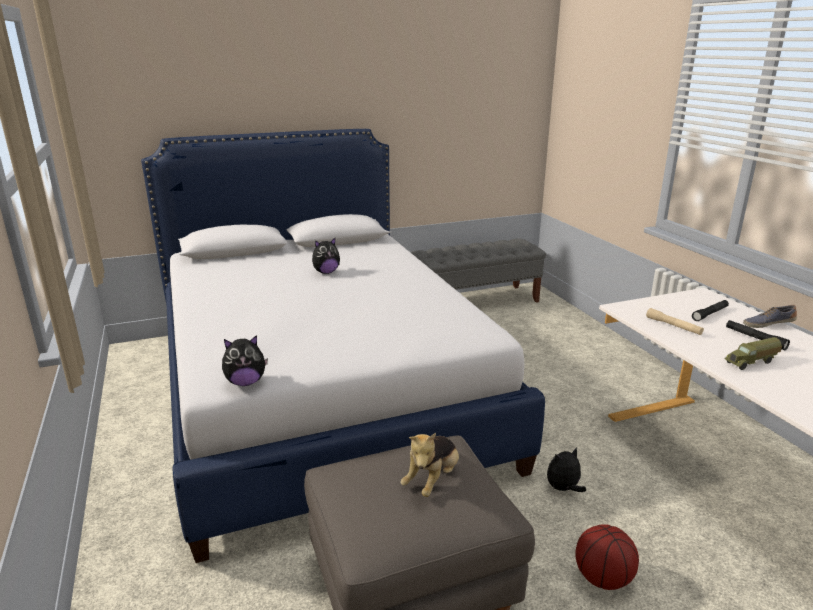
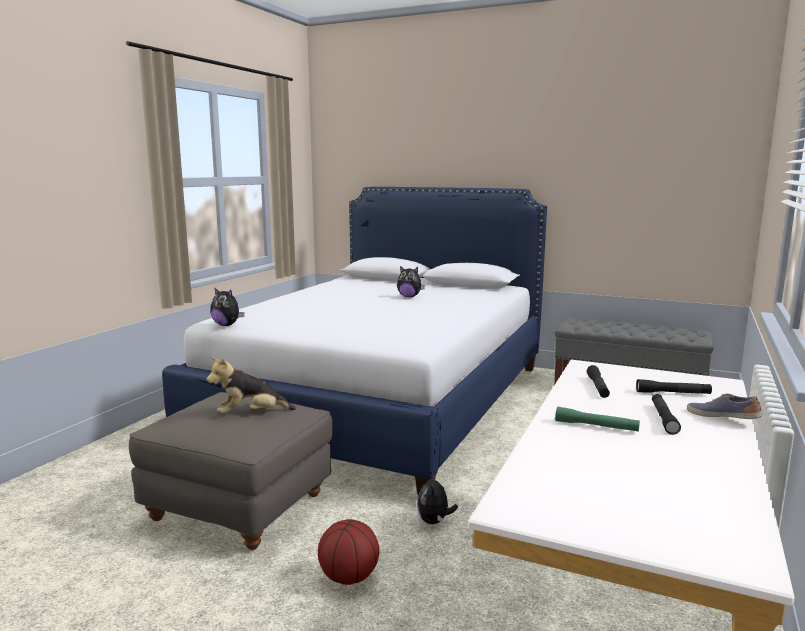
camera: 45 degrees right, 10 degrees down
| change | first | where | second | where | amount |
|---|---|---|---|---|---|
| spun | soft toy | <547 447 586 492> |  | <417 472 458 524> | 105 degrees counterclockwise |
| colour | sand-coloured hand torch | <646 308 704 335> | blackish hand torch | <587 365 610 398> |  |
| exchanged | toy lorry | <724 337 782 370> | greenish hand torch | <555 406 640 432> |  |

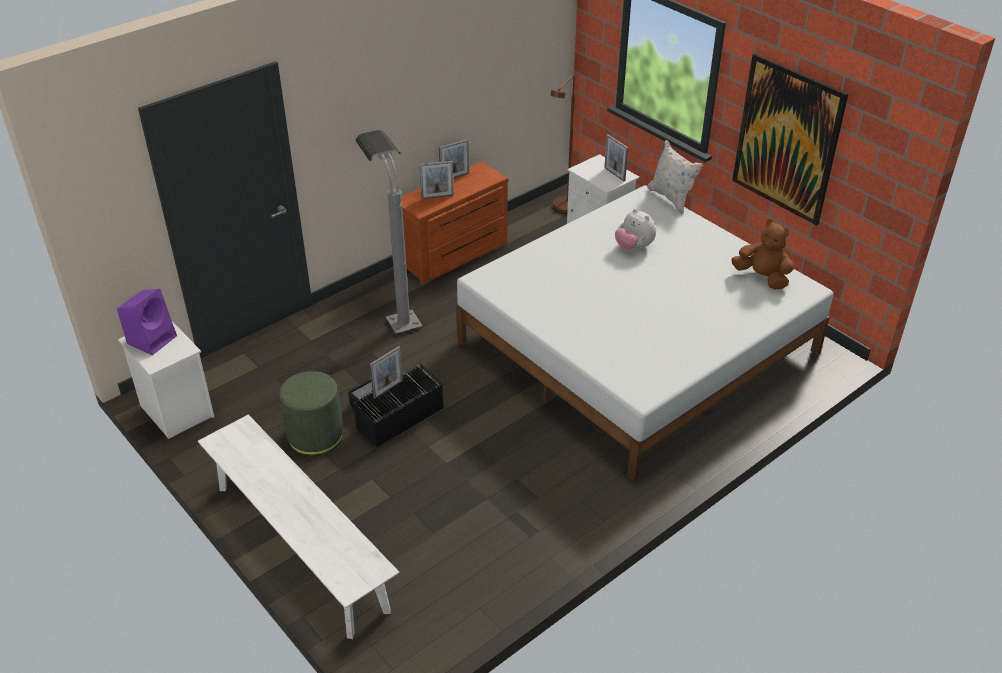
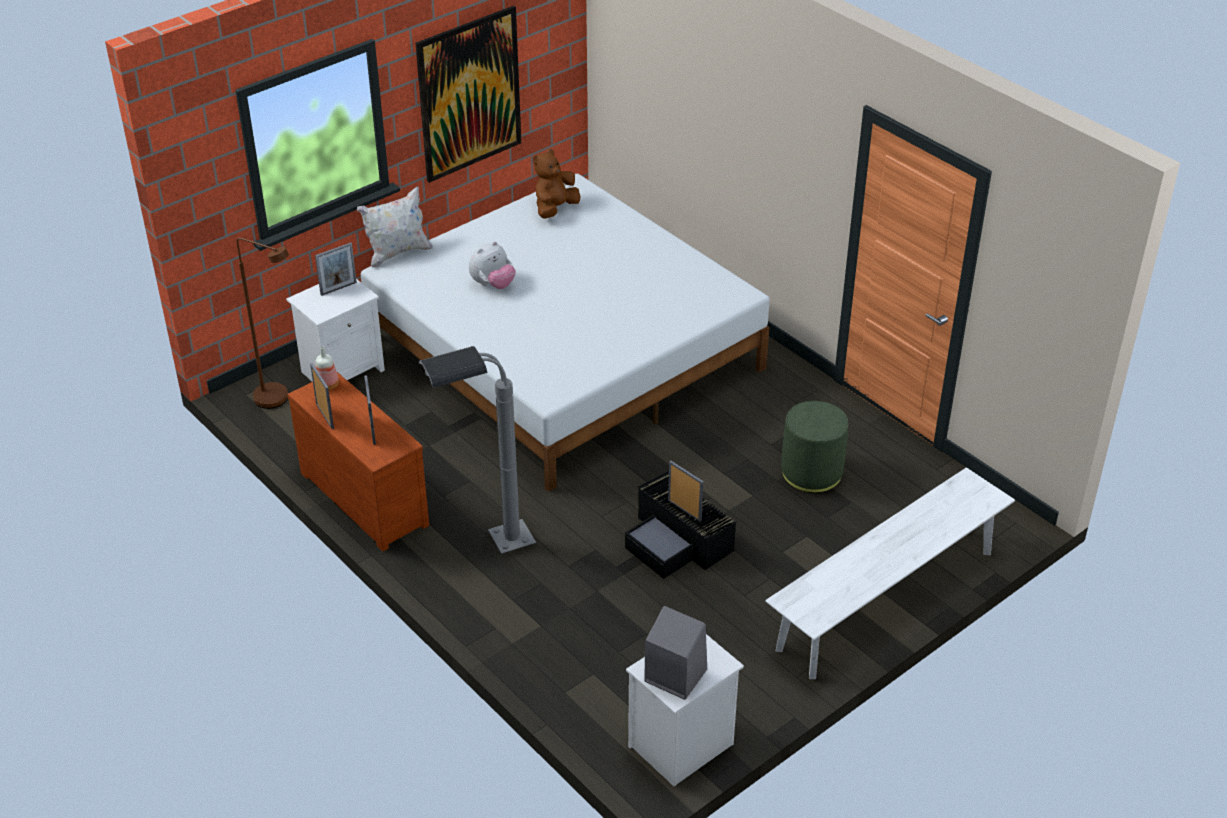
camera: 90 degrees left, 0 degrees up
| change | first | where | second | where | amount |
|---|---|---|---|---|---|
| colour | purple audio speaker | <117 289 177 355> | gray audio speaker | <644 606 707 700> |  |
| relocated | greenish footrest | <280 371 343 455> |  | <781 401 848 493> |  |
| appeared |  |  | bottle | <315 346 339 390> |  |

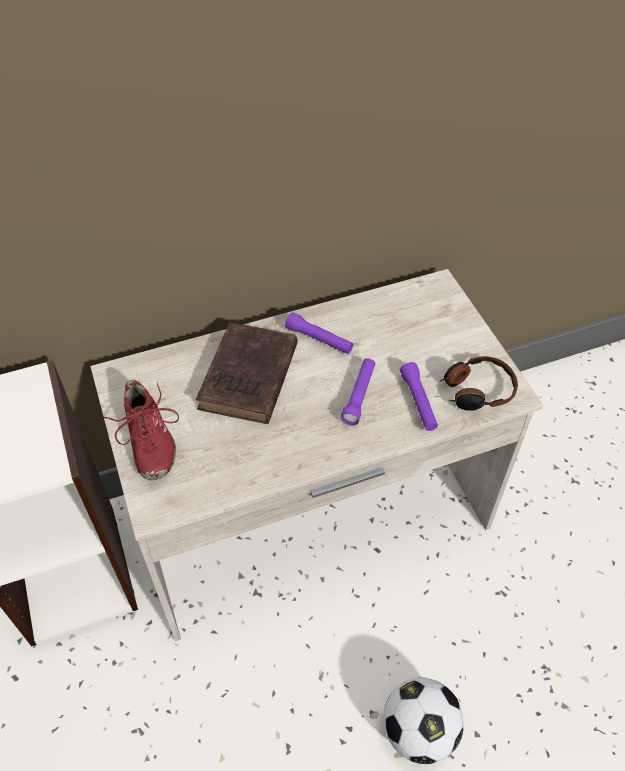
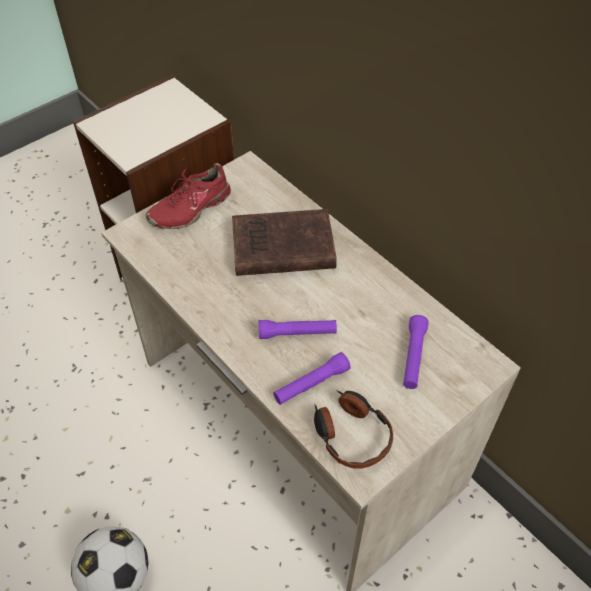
camera: 70 degrees right, 0 degrees up
| change | first | where | second | where | amount |
|---|---|---|---|---|---|
| relocated | purple hand torch | <285 312 353 354> |  | <403 315 428 389> |  |

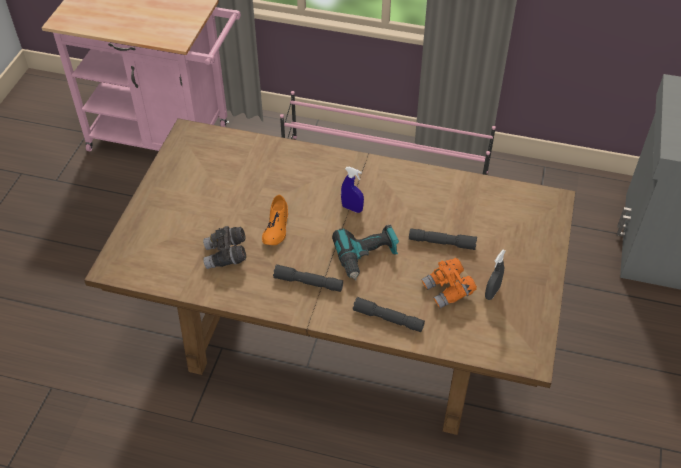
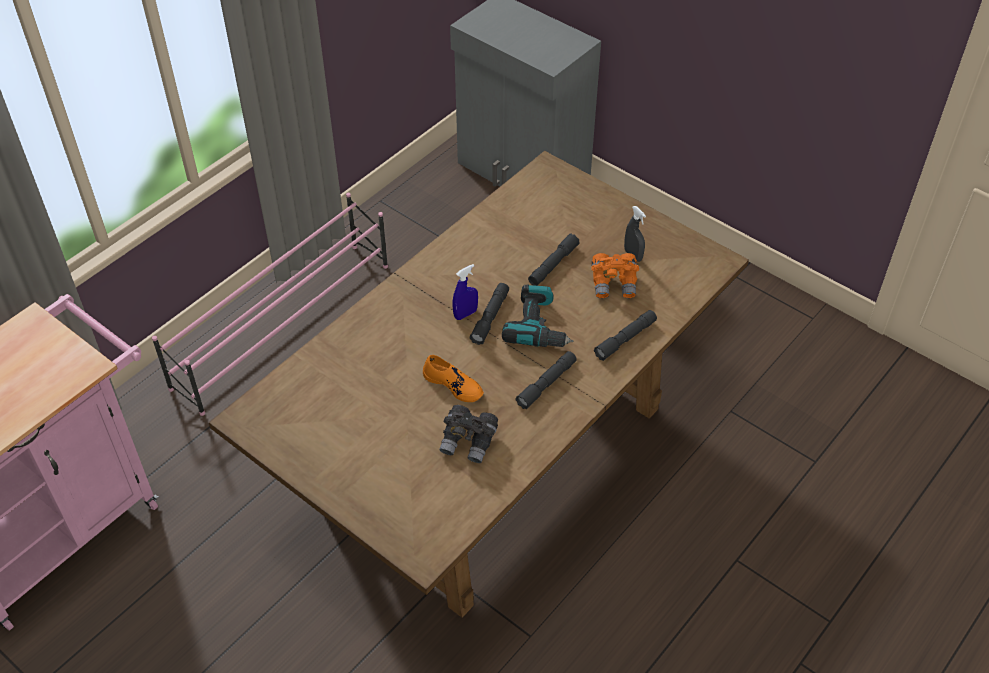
camera: 65 degrees left, 0 degrees up
| change | first | where | second | where | amount |
|---|---|---|---|---|---|
| appeared |  |  | gray hand torch | <469 283 509 345> |  |

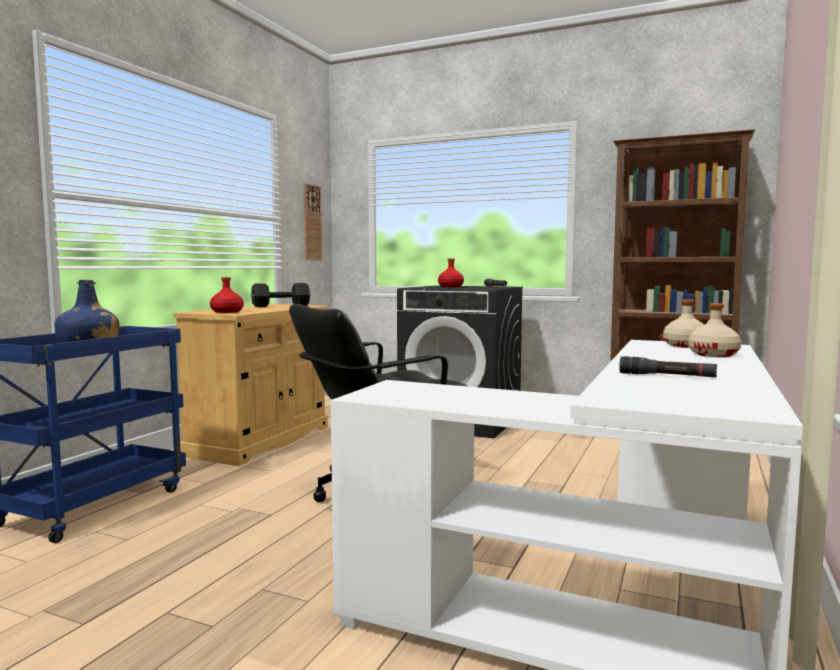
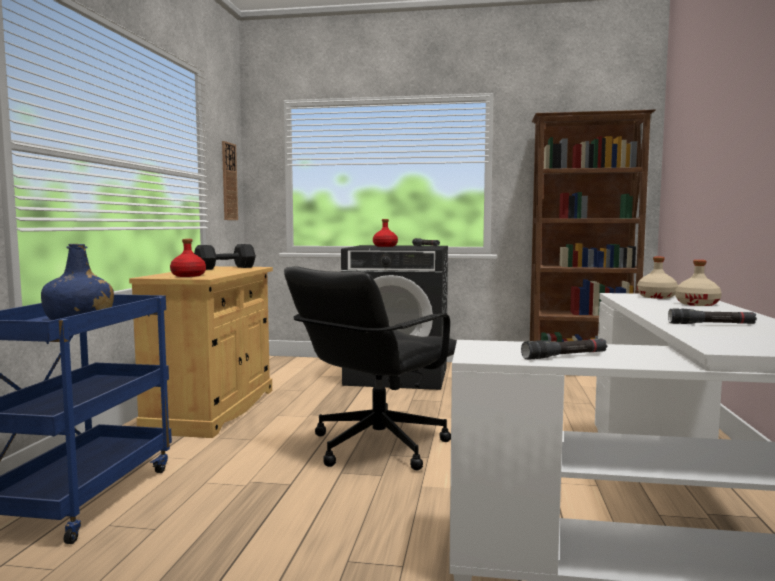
camera: 15 degrees left, 0 degrees up
| change | first | where | second | where | amount |
|---|---|---|---|---|---|
| appeared |  |  | blackish hand torch | <521 339 607 360> |  |

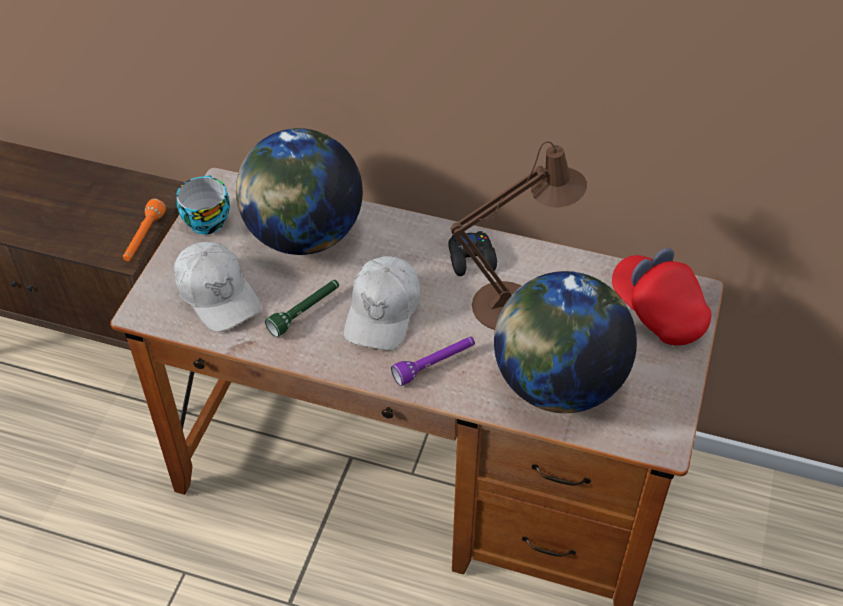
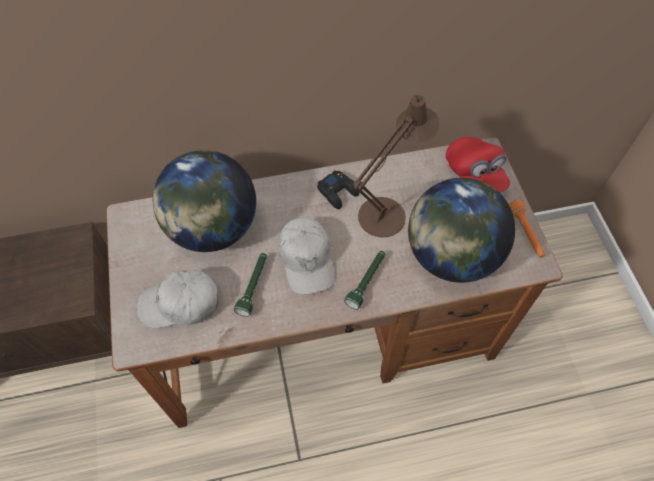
camera: 30 degrees left, 10 degrees up
| change | first | where | second | where | amount |
|---|---|---|---|---|---|
| relocated | orange-coloured hand torch | <123 199 166 261> |  | <509 199 545 258> |  |
| spun | white baseball cap | <174 242 261 332> |  | <137 270 218 328> | 150 degrees clockwise |
| missing | cup | <176 175 230 235> |  |  |  |
| colour | purple hand torch | <391 337 475 386> | greenish hand torch | <344 251 385 310> |  |
| spun | red baseball cap | <612 248 712 346> |  | <446 137 510 193> | 135 degrees counterclockwise |

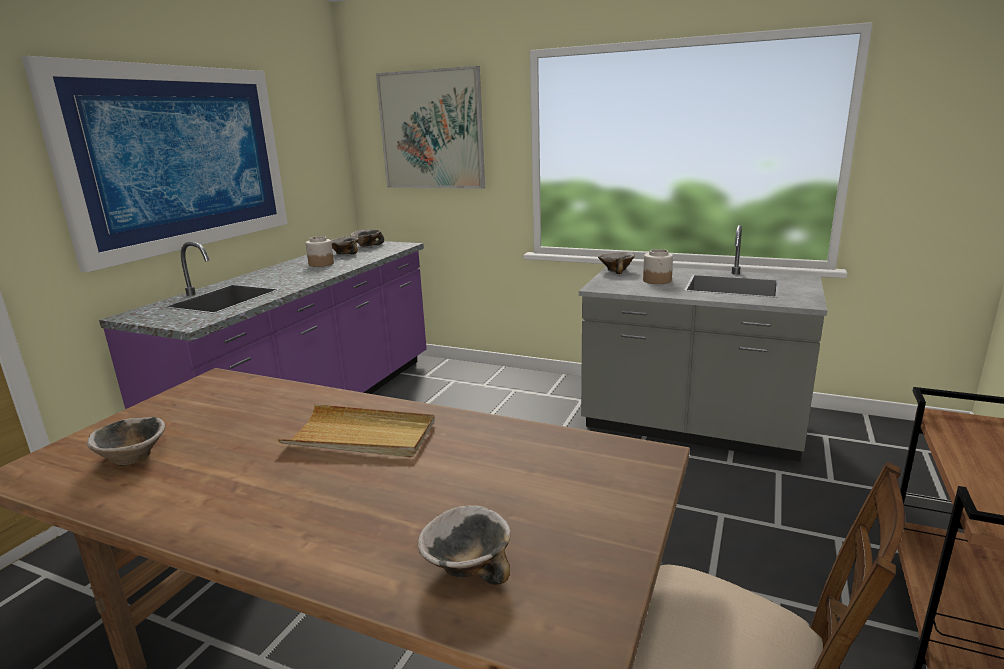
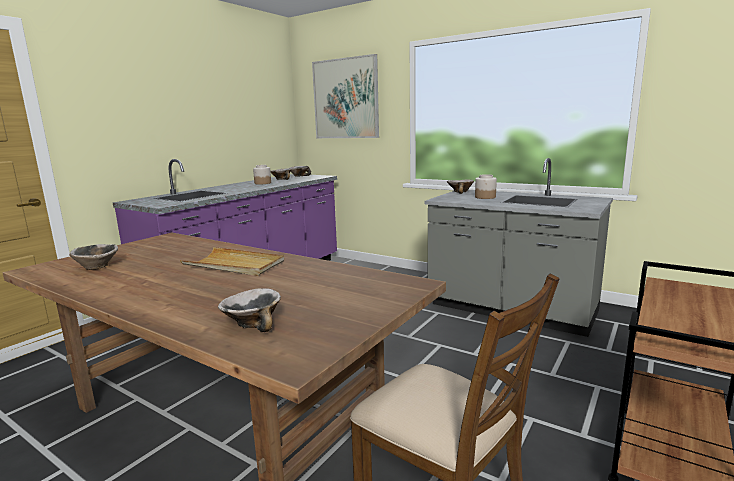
camera: 10 degrees right, 5 degrees down
| change | first | where | second | where | amount |
|---|---|---|---|---|---|
| missing | wall art | <21 56 288 272> |  |  |  |

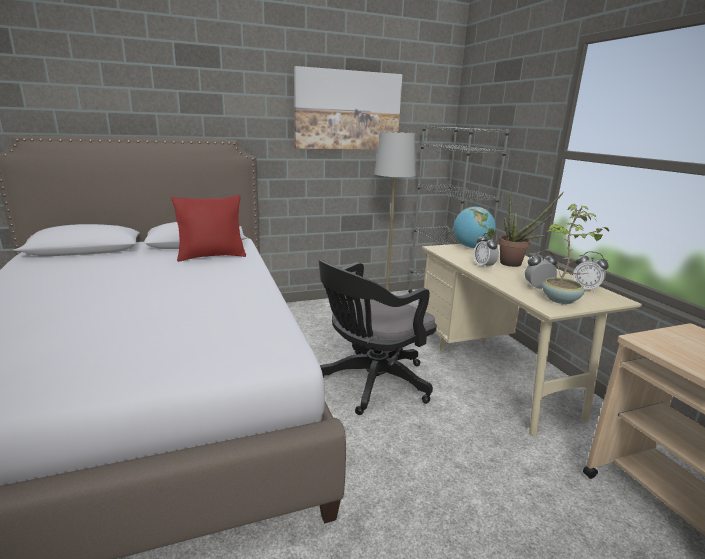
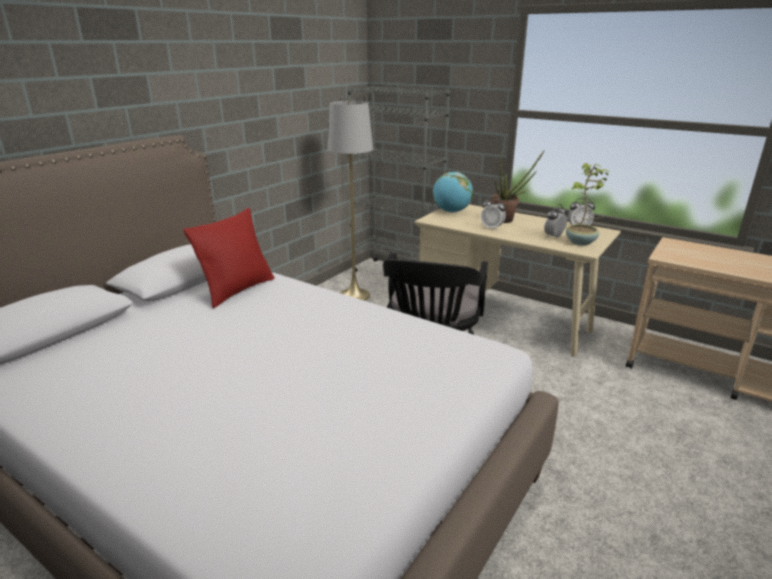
camera: 35 degrees left, 5 degrees up
| change | first | where | second | where | amount |
|---|---|---|---|---|---|
| missing | wall art | <294 66 402 150> |  |  |  |

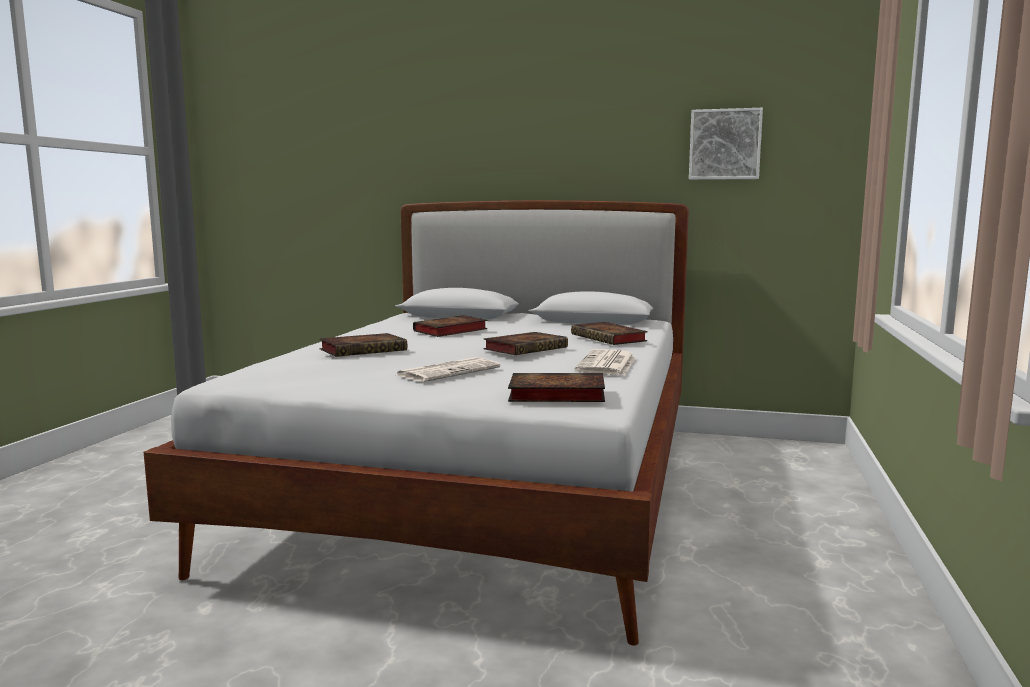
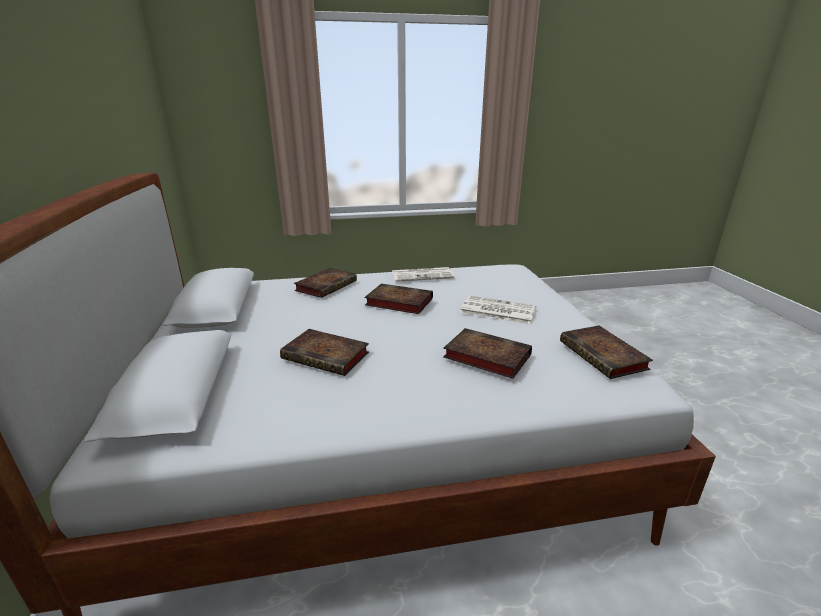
camera: 115 degrees left, 15 degrees up
| change | first | where | second | where | amount |
|---|---|---|---|---|---|
| relocated | book | <508 373 605 402> |  | <560 325 653 379> |  |
| missing | wall art | <689 108 763 180> |  |  |  |

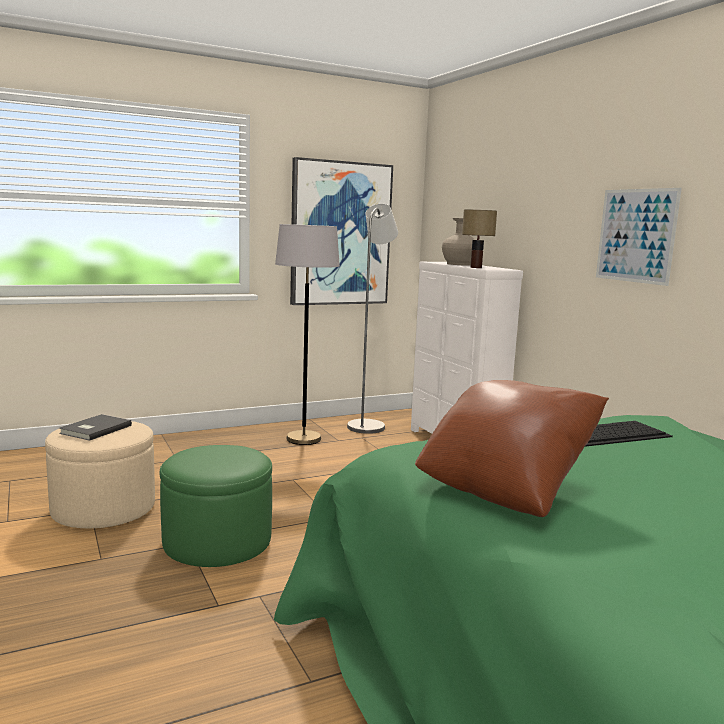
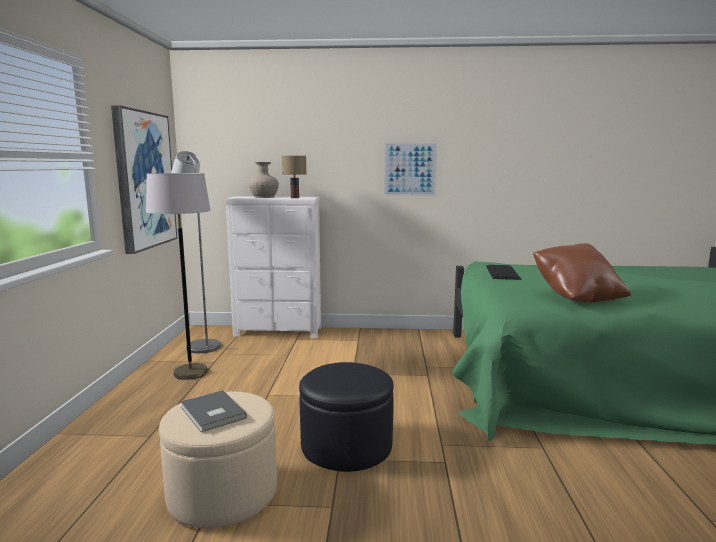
camera: 60 degrees left, 0 degrees up
| change | first | where | second | where | amount |
|---|---|---|---|---|---|
| colour | greenish footrest | <160 445 272 567> | blackish footrest | <299 362 394 472> |  |

